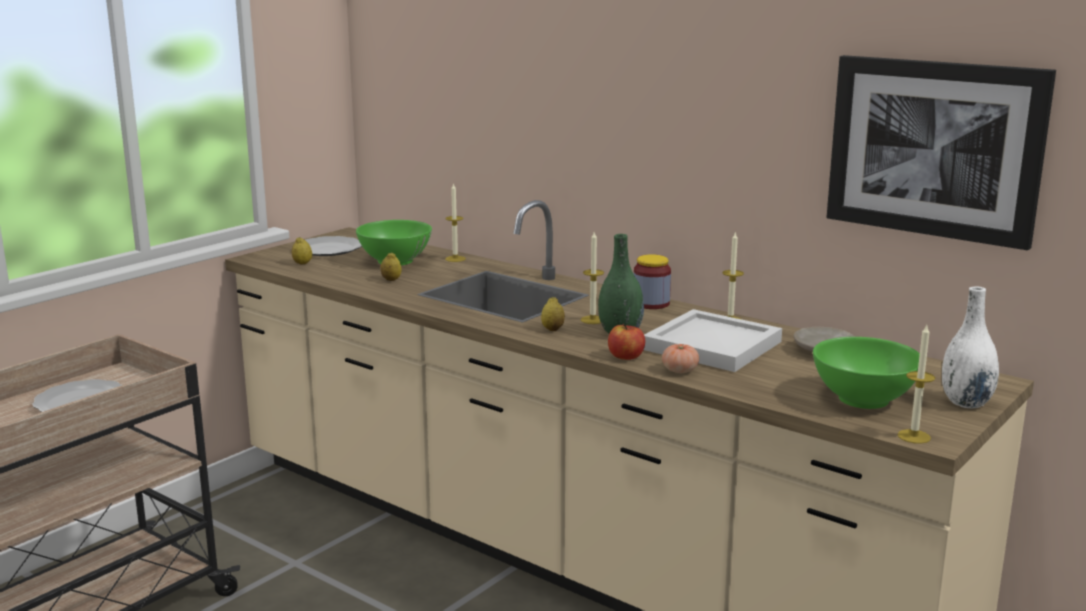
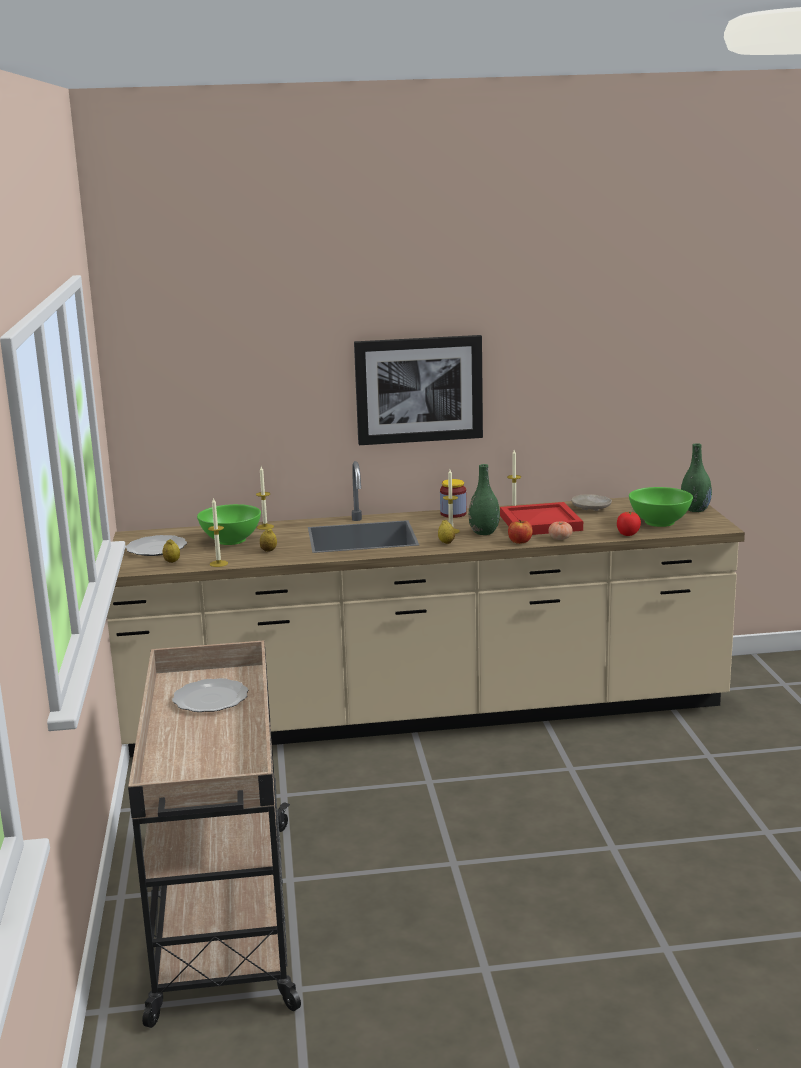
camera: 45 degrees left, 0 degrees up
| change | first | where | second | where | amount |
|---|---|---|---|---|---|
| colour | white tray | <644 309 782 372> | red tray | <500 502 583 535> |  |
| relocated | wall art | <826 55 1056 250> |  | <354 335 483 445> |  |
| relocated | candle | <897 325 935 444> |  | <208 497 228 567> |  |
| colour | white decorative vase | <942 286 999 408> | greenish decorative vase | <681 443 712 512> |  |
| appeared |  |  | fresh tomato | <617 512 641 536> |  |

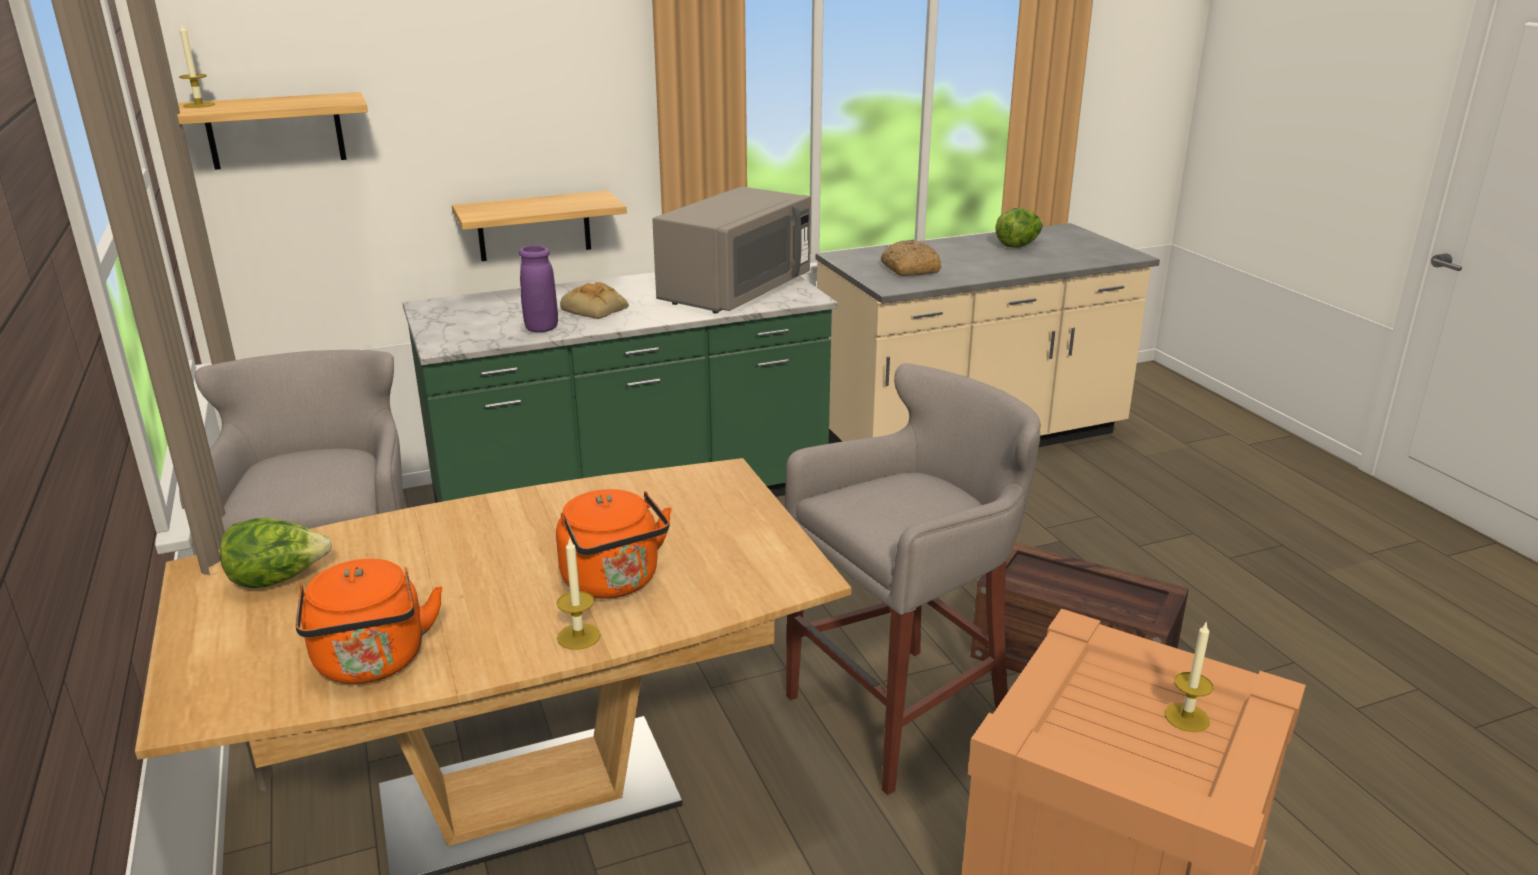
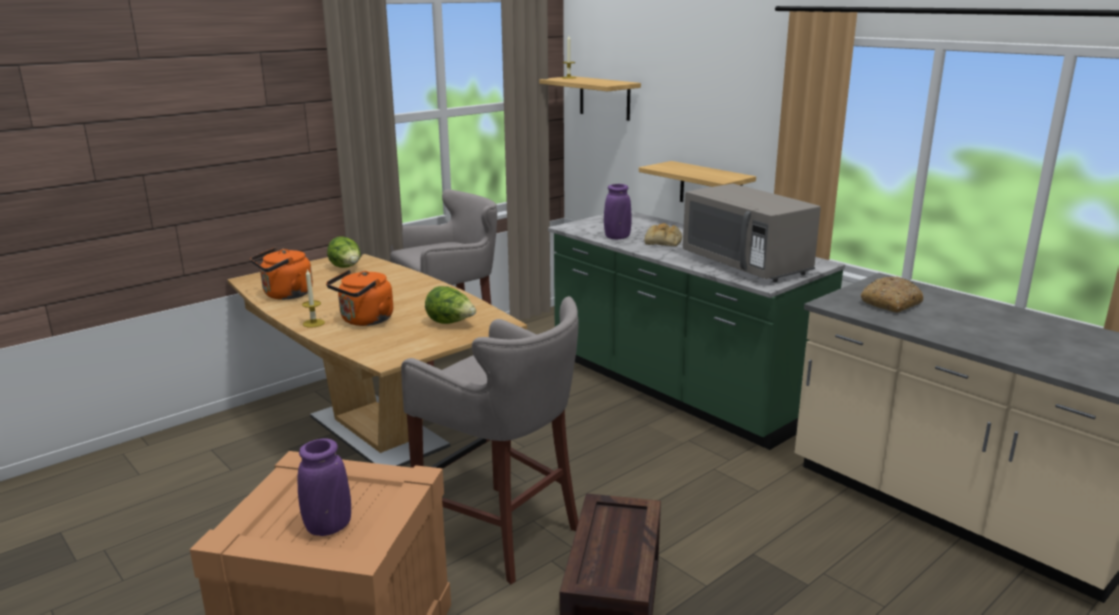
camera: 70 degrees right, 5 degrees down
| change | first | where | second | where | amount |
|---|---|---|---|---|---|
| spun | gray microwave | <652 187 811 313> |  | <683 184 821 282> | 45 degrees clockwise |
| relocated | lettuce | <995 208 1043 248> |  | <425 286 476 324> |  |
| exchanged | candle | <1165 621 1213 732> | purple decorative vase | <297 438 351 536> |  |

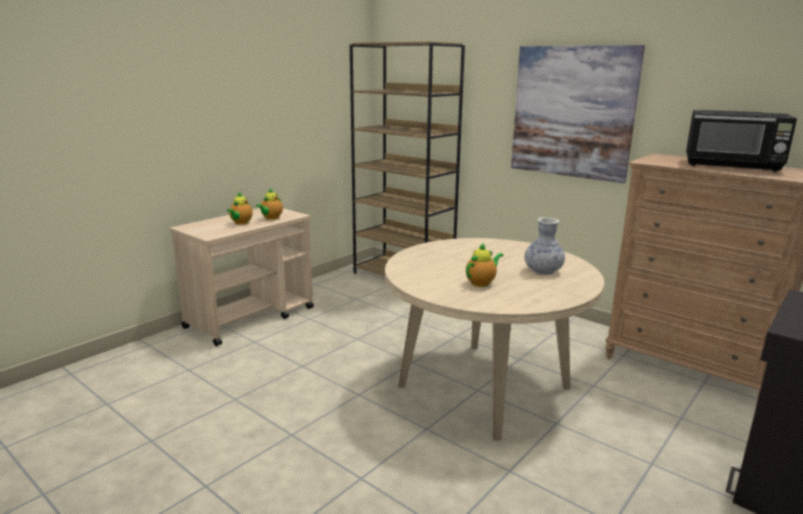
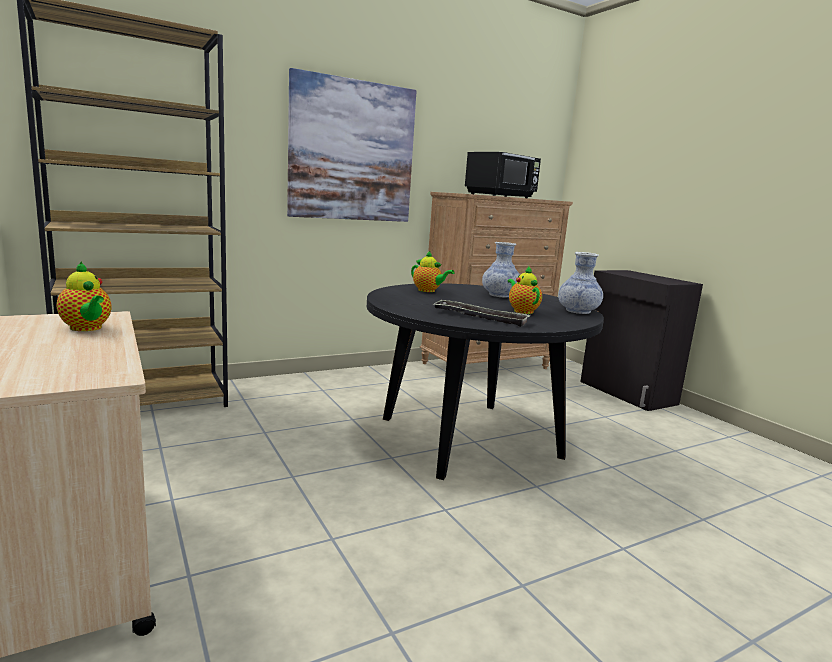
camera: 70 degrees left, 5 degrees down
| change | first | where | second | where | amount |
|---|---|---|---|---|---|
| relocated | pot for tea | <227 192 253 225> |  | <411 251 455 292> |  |
| colour | sand-coloured dinner table | <385 238 604 441> | blackish dinner table | <367 283 604 480> |  |
| appeared |  |  | tray | <434 300 531 327> |  |
| appeared |  |  | decorative vase | <558 252 603 314> |  |

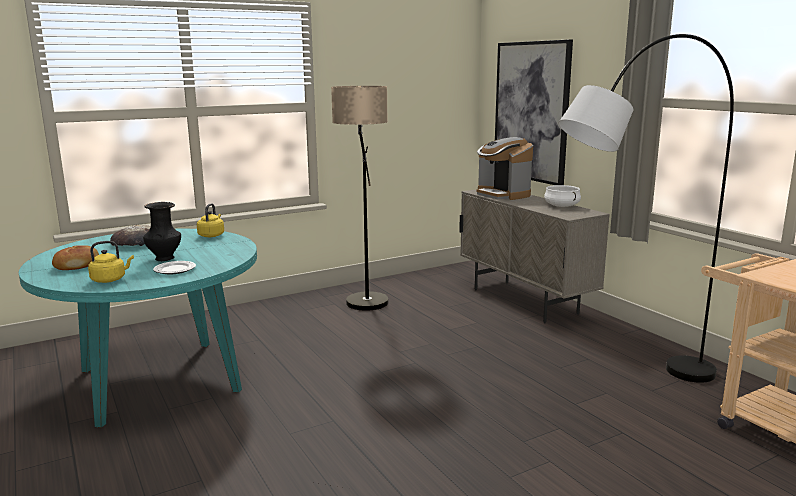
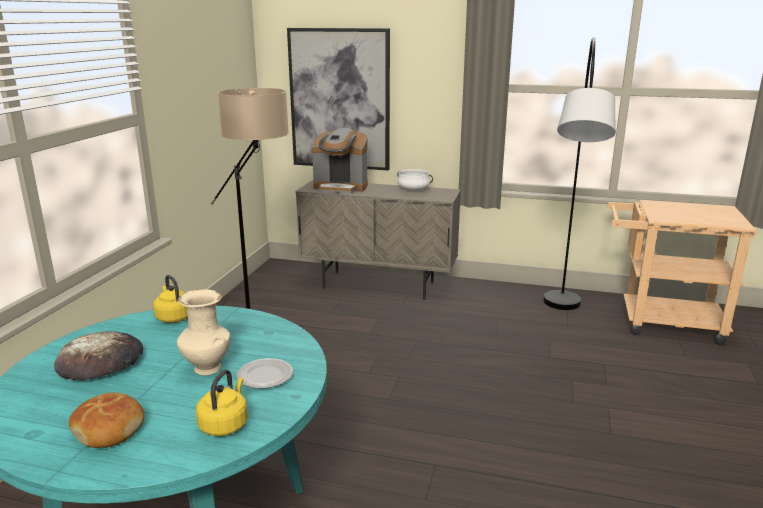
camera: 45 degrees left, 5 degrees up
| change | first | where | second | where | amount |
|---|---|---|---|---|---|
| colour | blackish decorative vase | <143 202 181 261> | sand-coloured decorative vase | <177 289 230 375> |  |

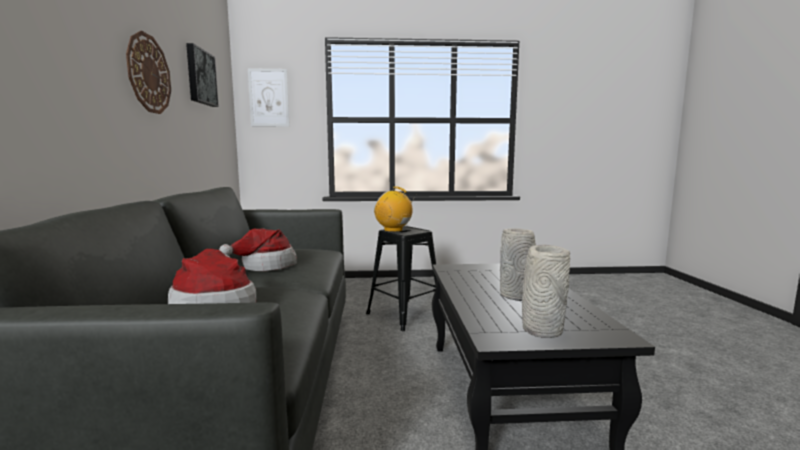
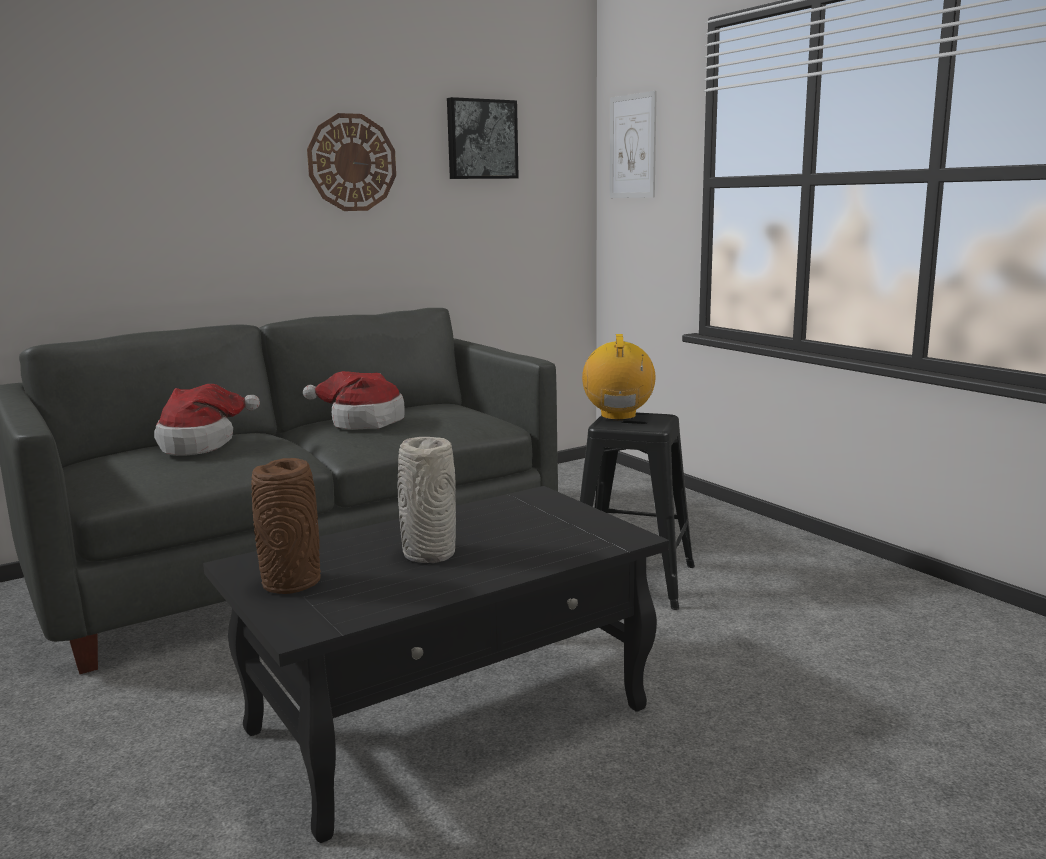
camera: 60 degrees right, 5 degrees up
| change | first | where | second | where | amount |
|---|---|---|---|---|---|
| colour | gray decorative vase | <522 245 570 338> | brown decorative vase | <251 458 321 594> |  |

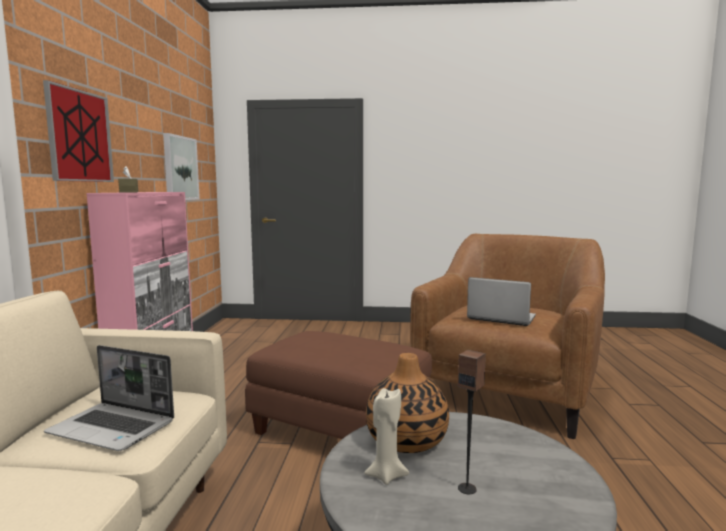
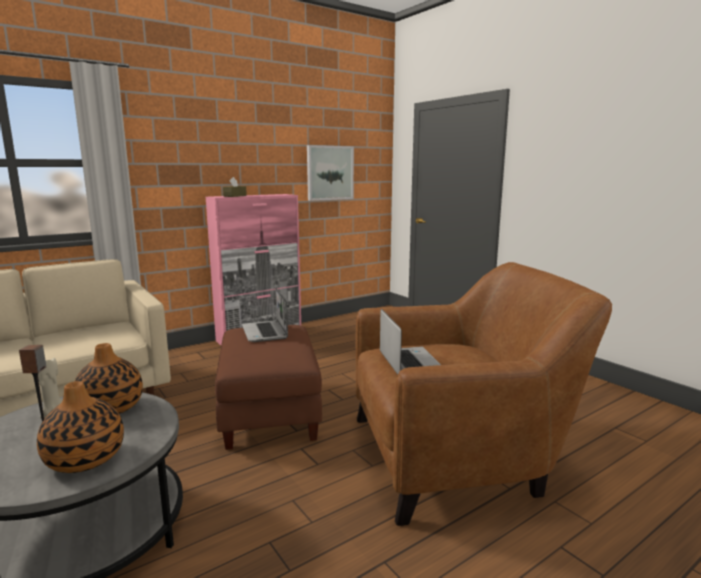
camera: 50 degrees right, 5 degrees up
| change | first | where | second | where | amount |
|---|---|---|---|---|---|
| missing | wall art | <43 80 114 182> |  |  |  |
| relocated | laptop | <44 345 174 451> |  | <242 288 288 342> |  |
| appeared |  |  | decorative vase | <37 381 124 473> |  |

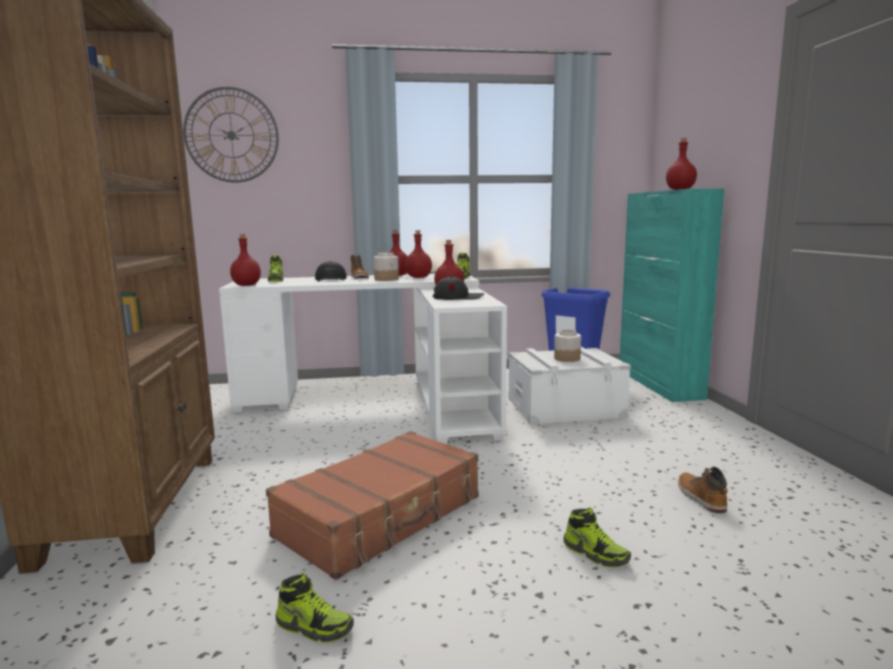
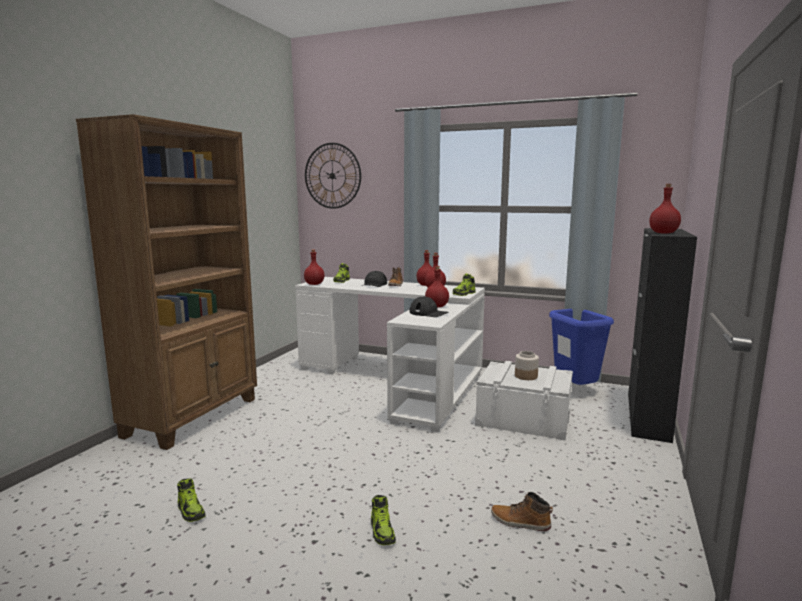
camera: 30 degrees right, 0 degrees up
| change | first | where | second | where | amount |
|---|---|---|---|---|---|
| missing | brown suitcase | <266 431 479 580> |  |  |  |
| missing | storage jar | <374 252 399 281> |  |  |  |
| colour | turquoise-coloured cabinet | <620 189 724 402> | blackish cabinet | <628 228 697 443> |  |
| spun | boot | <678 467 728 513> |  | <491 492 553 531> | 90 degrees counterclockwise |

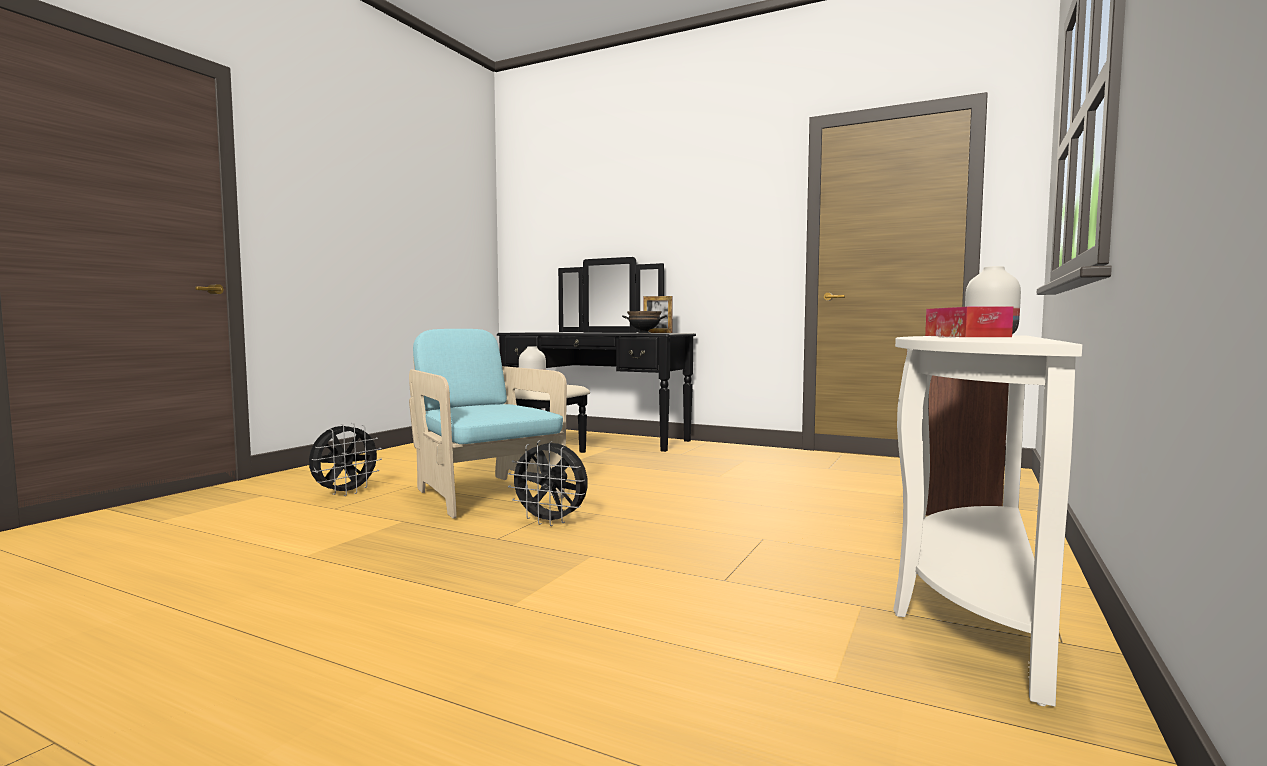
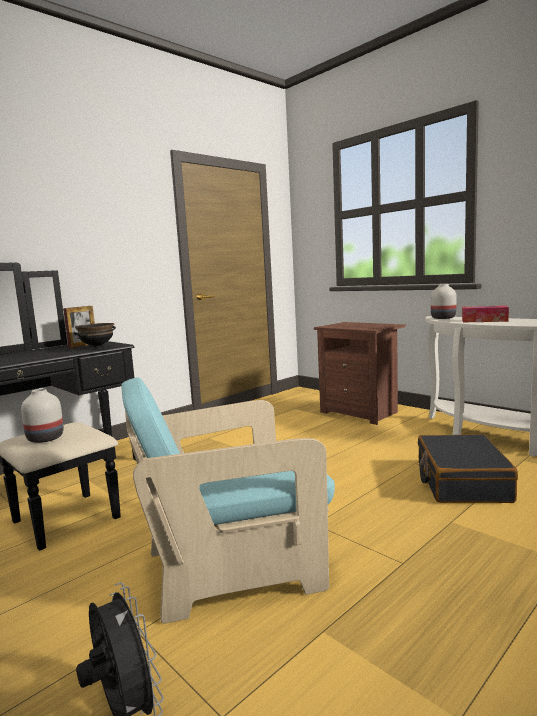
camera: 70 degrees left, 5 degrees up
| change | first | where | second | where | amount |
|---|---|---|---|---|---|
| missing | blackish fan | <508 440 587 526> |  |  |  |
| appeared |  |  | blackish suitcase | <418 434 518 503> |  |

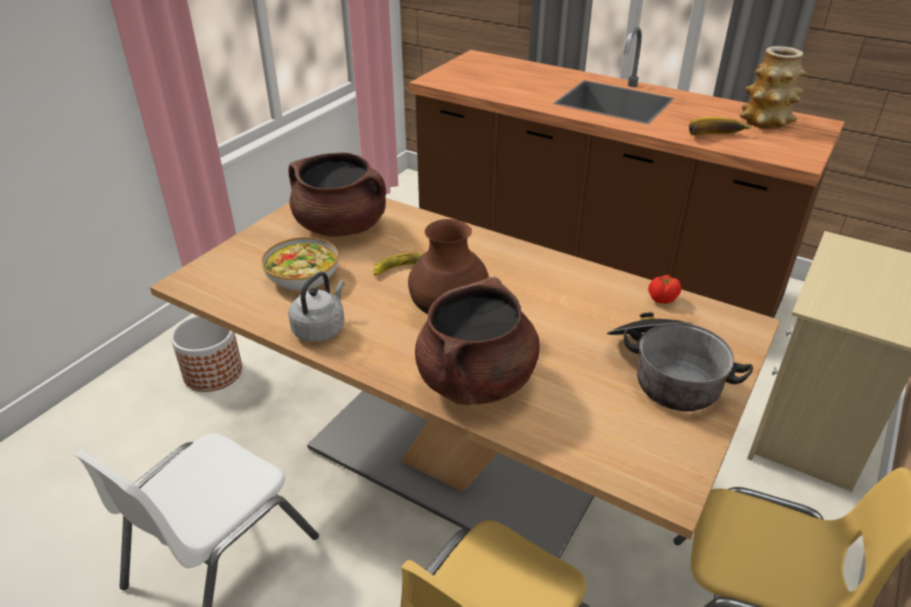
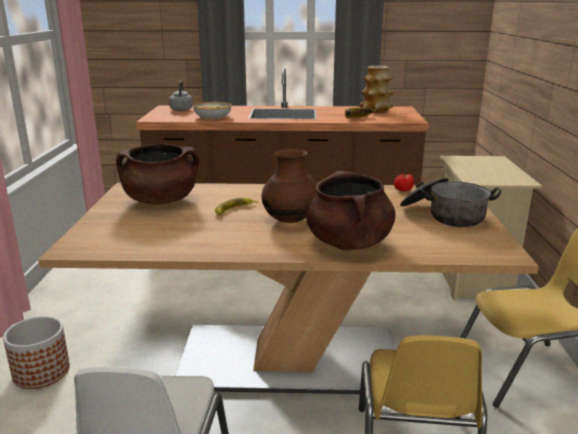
camera: 30 degrees left, 15 degrees down
| change | first | where | second | where | amount |
|---|---|---|---|---|---|
| relocated | bowl | <262 237 339 291> |  | <193 102 231 120> |  |
| relocated | gray tea kettle | <288 272 345 342> |  | <169 81 193 111> |  |

